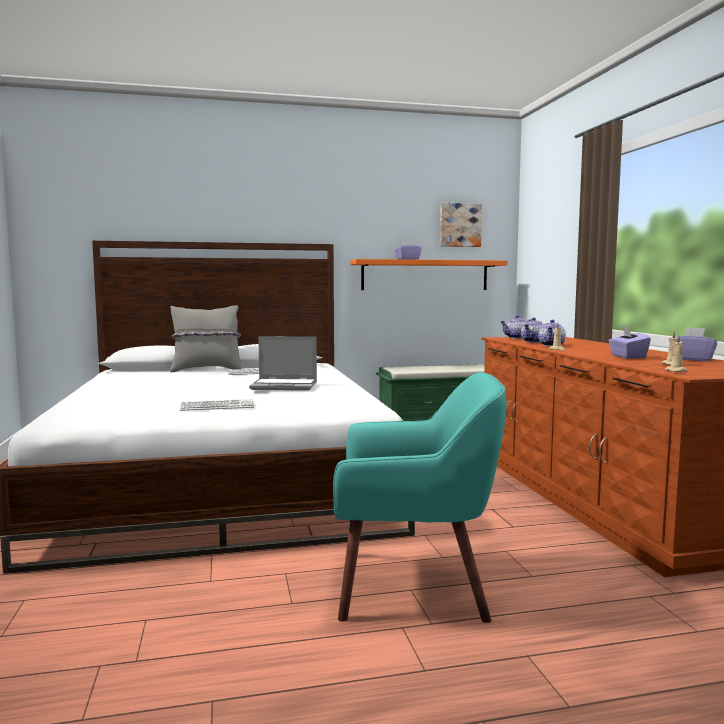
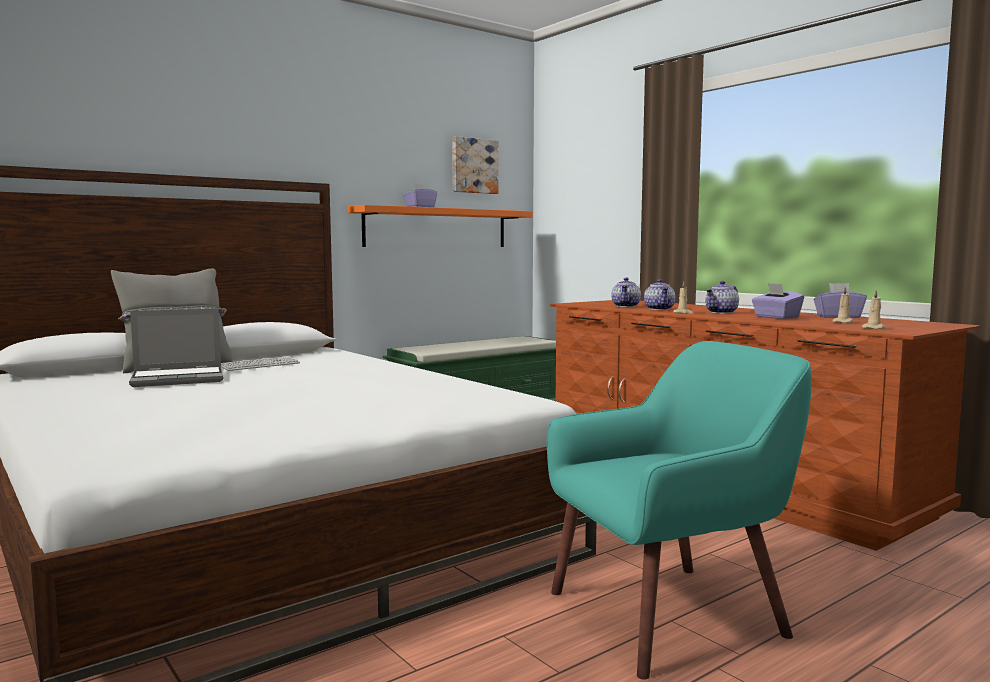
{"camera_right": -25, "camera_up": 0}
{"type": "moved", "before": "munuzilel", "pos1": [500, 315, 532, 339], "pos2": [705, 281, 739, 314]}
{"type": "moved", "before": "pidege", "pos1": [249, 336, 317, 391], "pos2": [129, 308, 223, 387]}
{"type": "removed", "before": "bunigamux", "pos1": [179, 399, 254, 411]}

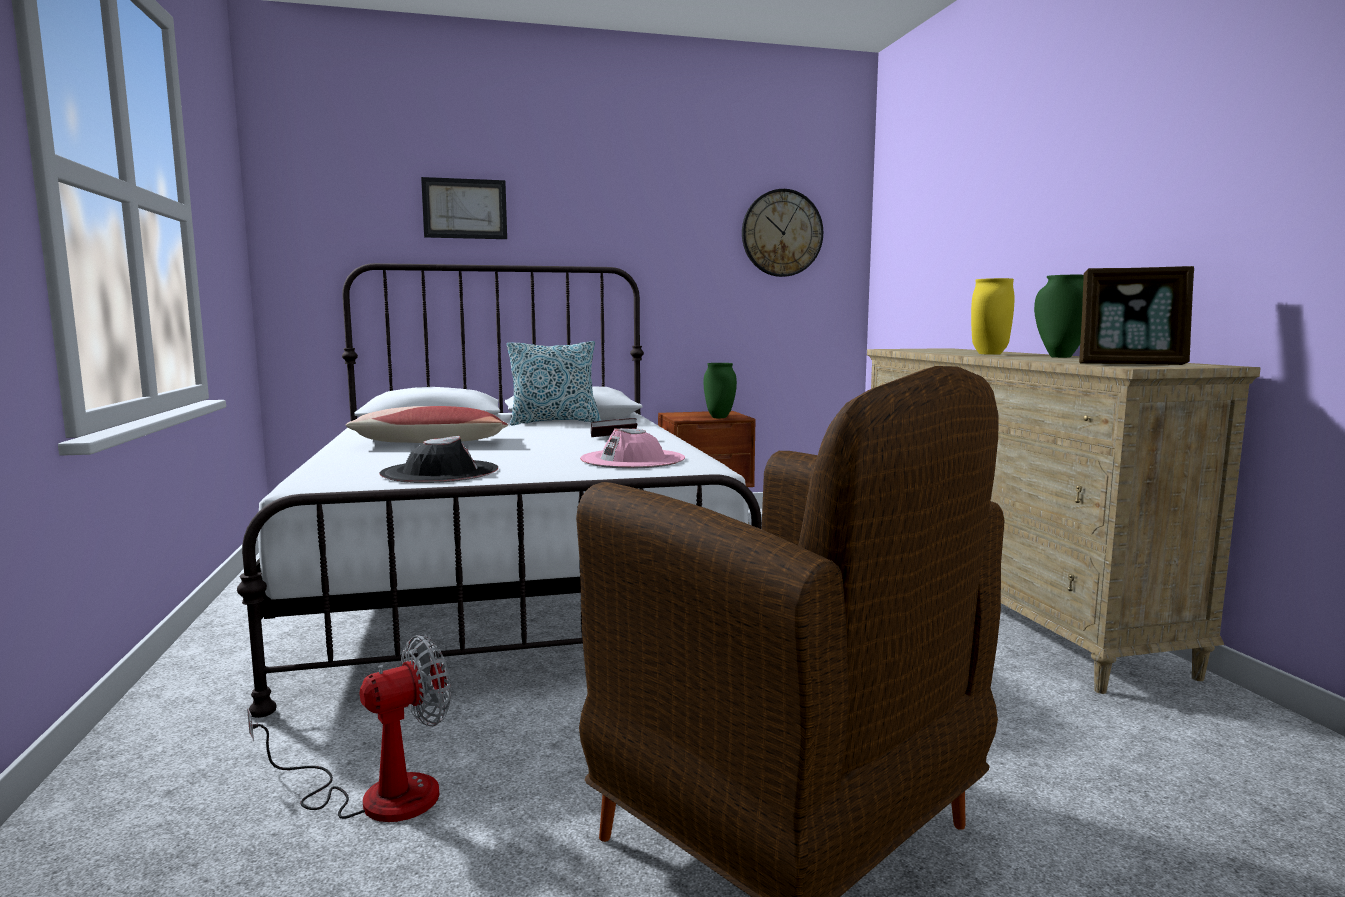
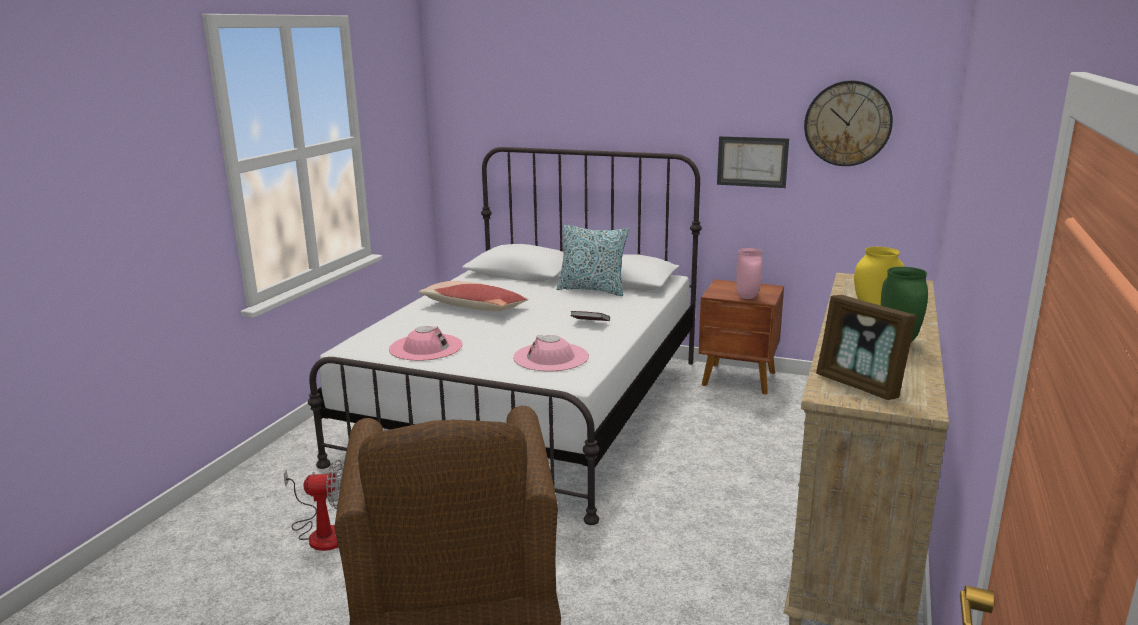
{"camera_right": 35, "camera_up": 10}
{"type": "moved", "before": "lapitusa", "pos1": [421, 177, 507, 239], "pos2": [717, 136, 789, 188]}
{"type": "recoloured", "before": "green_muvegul", "after": "pink_muvegul", "pos1": [704, 363, 737, 418], "pos2": [736, 248, 762, 299]}
{"type": "recoloured", "before": "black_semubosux", "after": "pink_semubosux", "pos1": [379, 436, 498, 483], "pos2": [389, 326, 463, 361]}

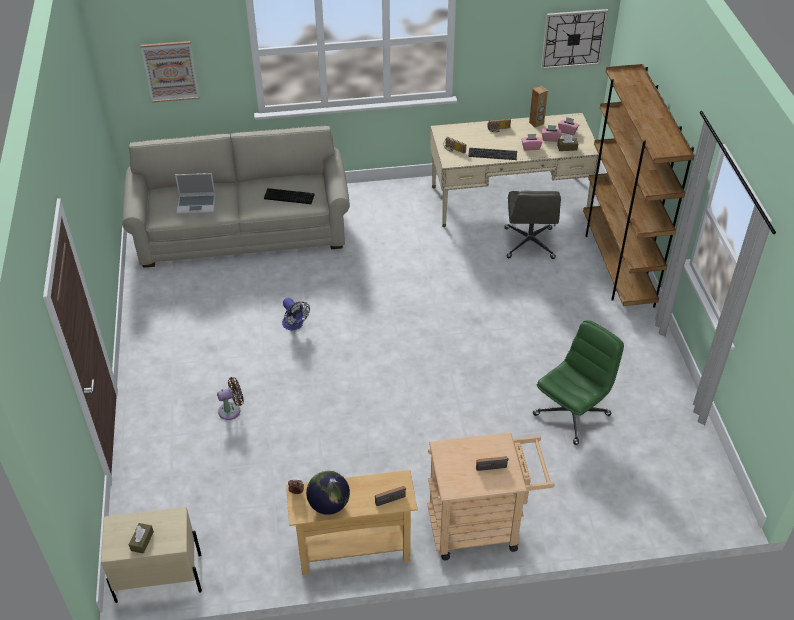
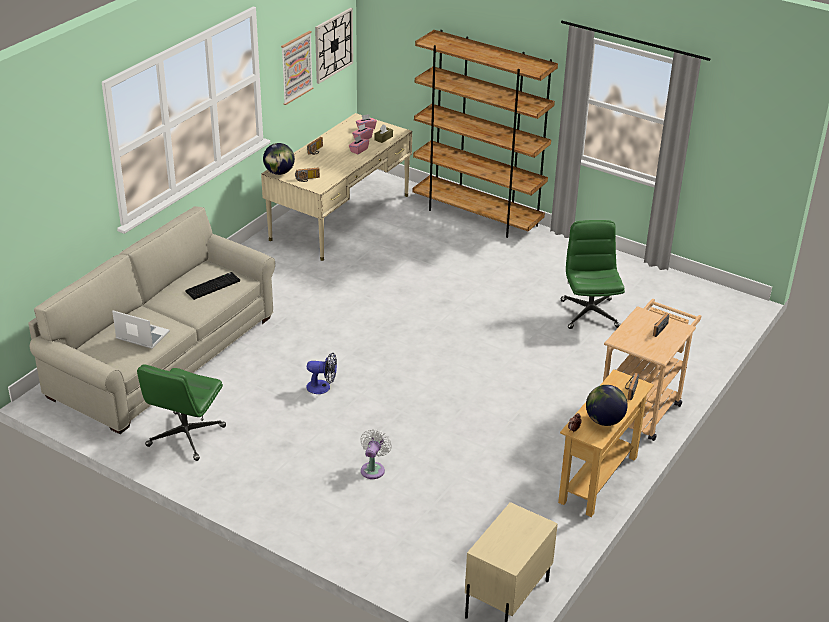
{"camera_right": -50, "camera_up": -10}
{"type": "moved", "before": "lapitusa", "pos1": [141, 41, 199, 102], "pos2": [281, 31, 313, 105]}
{"type": "removed", "before": "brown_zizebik", "pos1": [529, 86, 548, 128]}
{"type": "removed", "before": "bunigamux", "pos1": [468, 148, 517, 160]}
{"type": "turned", "before": "pidege", "pos1": [175, 173, 216, 214], "pos2": [112, 310, 170, 349], "turn": -105}
{"type": "removed", "before": "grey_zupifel", "pos1": [505, 191, 561, 259]}
{"type": "recoloured", "before": "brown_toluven", "after": "white_toluven", "pos1": [217, 377, 244, 420], "pos2": [360, 429, 392, 479]}
{"type": "removed", "before": "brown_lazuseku", "pos1": [129, 523, 154, 554]}
{"type": "added", "after": "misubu", "pos2": [263, 143, 295, 175]}
{"type": "added", "after": "green_zupifel", "pos2": [137, 364, 226, 461]}

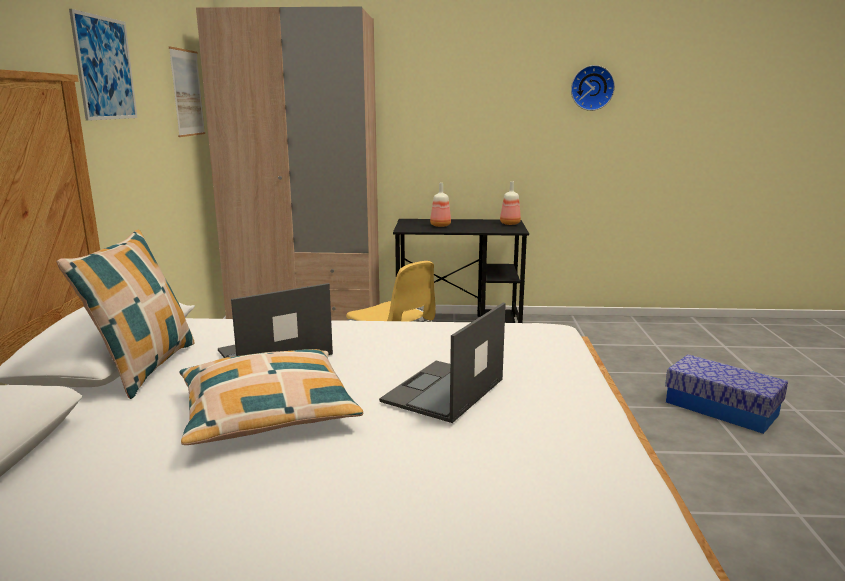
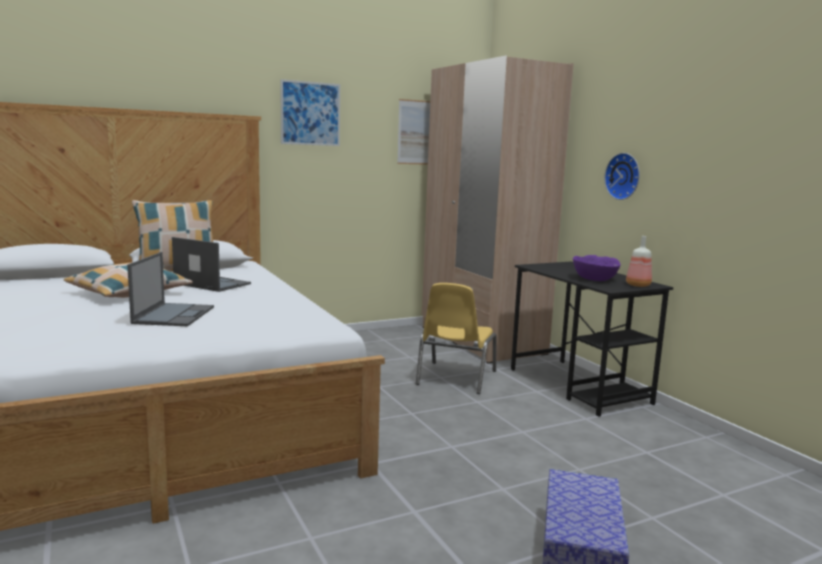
{"camera_right": 60, "camera_up": -5}
{"type": "moved", "before": "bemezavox", "pos1": [571, 65, 615, 111], "pos2": [604, 153, 640, 200]}
{"type": "removed", "before": "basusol", "pos1": [430, 183, 451, 227]}
{"type": "turned", "before": "pidege", "pos1": [379, 303, 506, 423], "pos2": [127, 252, 214, 326], "turn": 90}
{"type": "added", "after": "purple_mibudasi", "pos2": [573, 255, 621, 281]}

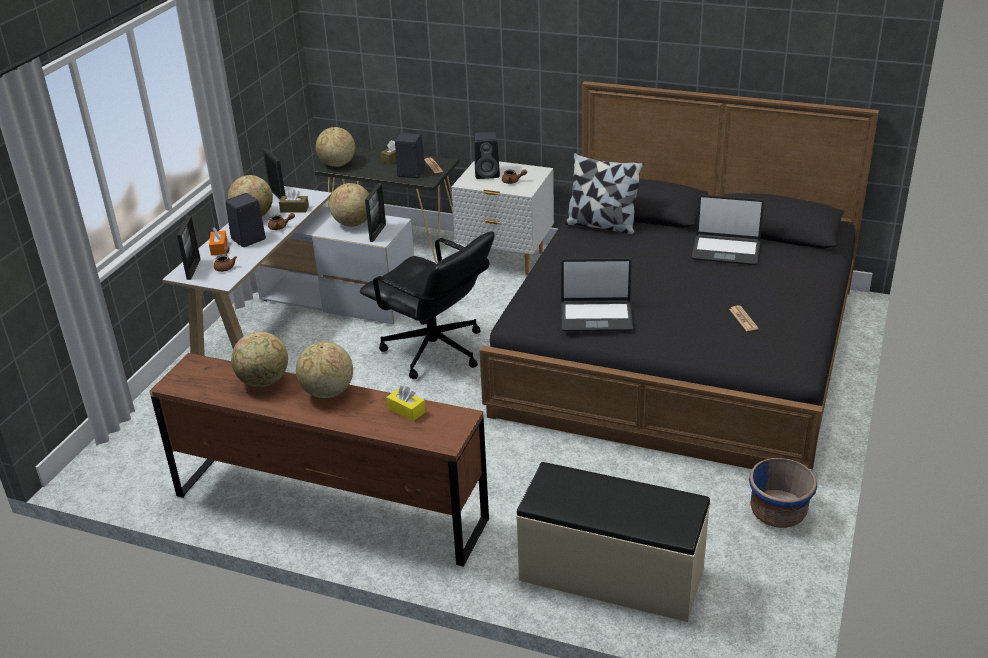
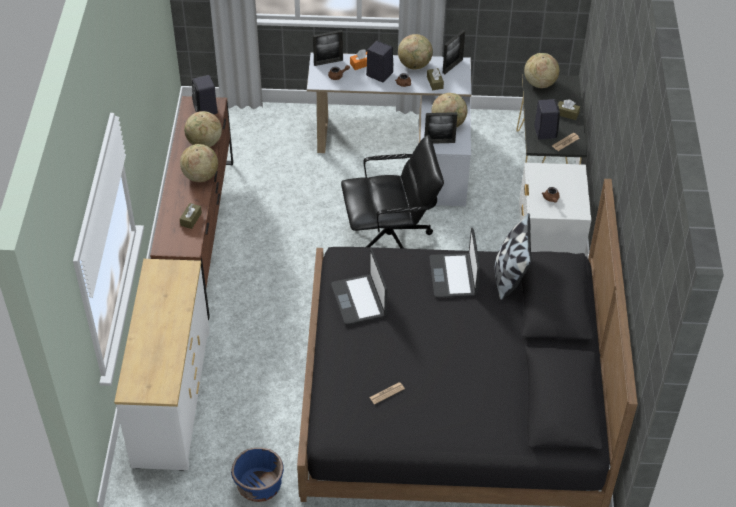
{"camera_right": 70, "camera_up": 15}
{"type": "moved", "before": "black_zizebik", "pos1": [474, 132, 500, 179], "pos2": [192, 75, 218, 114]}
{"type": "moved", "before": "pidege", "pos1": [691, 195, 764, 265], "pos2": [429, 227, 480, 298]}
{"type": "turned", "before": "black_zupifel", "pos1": [360, 231, 495, 379], "pos2": [341, 135, 444, 249], "turn": -120}
{"type": "recoloured", "before": "yellow_lazuseku", "after": "brown_lazuseku", "pos1": [386, 385, 426, 421], "pos2": [180, 203, 202, 229]}
{"type": "replaced", "before": "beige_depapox", "after": "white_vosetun", "pos1": [516, 462, 711, 622], "pos2": [114, 259, 210, 471]}

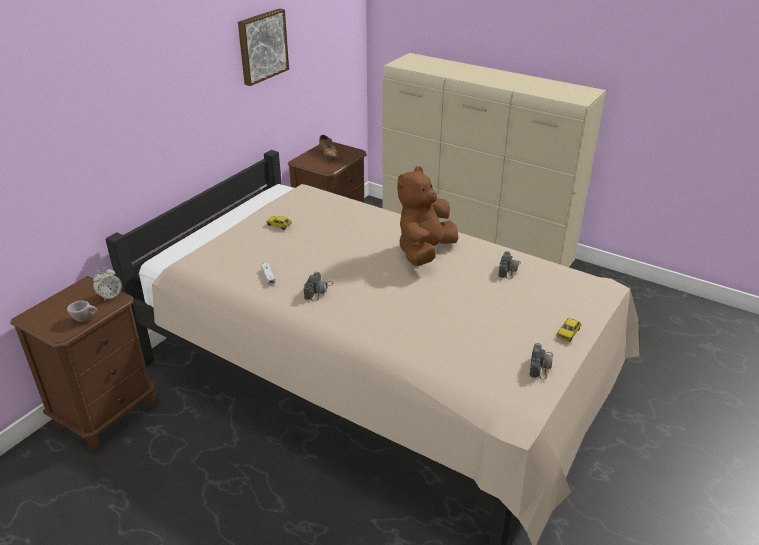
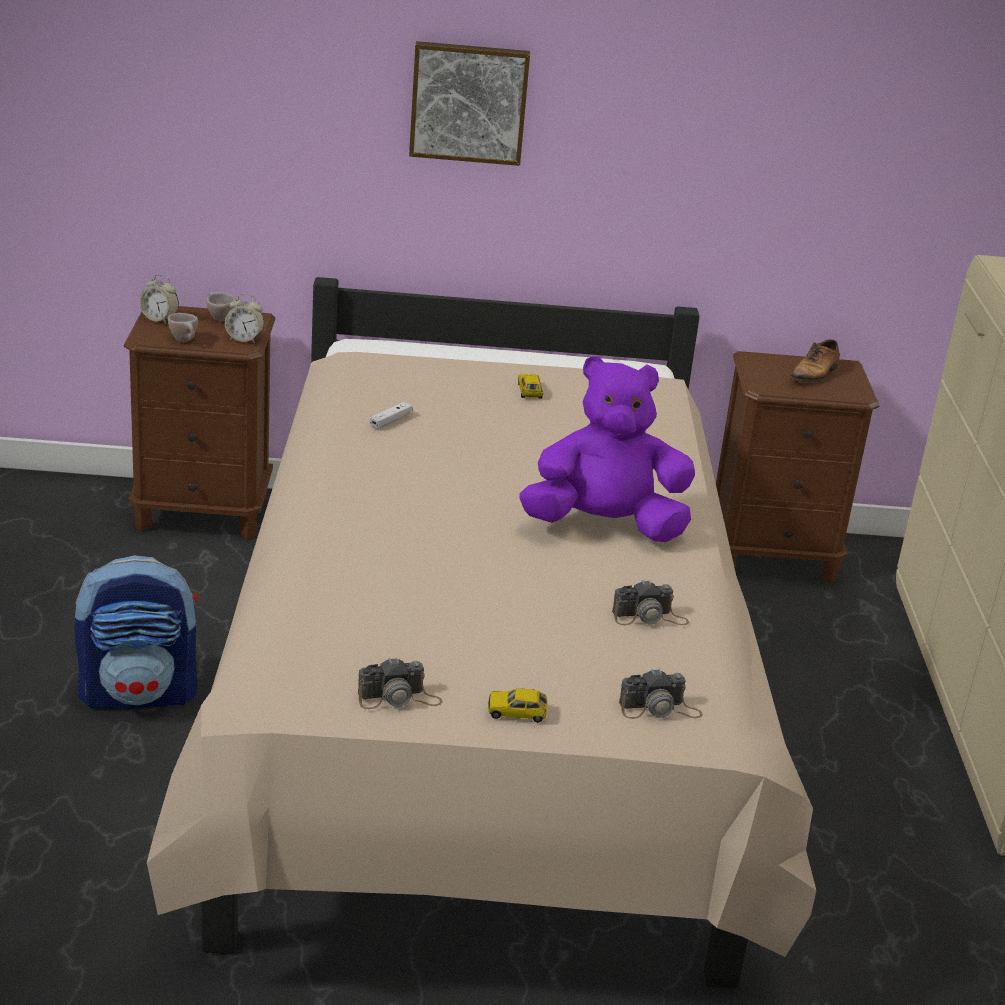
{"camera_right": 55, "camera_up": -5}
{"type": "moved", "before": "lapitusa", "pos1": [238, 8, 289, 86], "pos2": [409, 41, 530, 166]}
{"type": "recoloured", "before": "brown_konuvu", "after": "purple_konuvu", "pos1": [397, 166, 459, 266], "pos2": [519, 356, 695, 542]}
{"type": "moved", "before": "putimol", "pos1": [304, 272, 334, 302], "pos2": [619, 669, 703, 719]}
{"type": "added", "after": "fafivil", "pos2": [140, 274, 179, 324]}
{"type": "added", "after": "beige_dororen", "pos2": [207, 292, 236, 322]}
{"type": "added", "after": "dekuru", "pos2": [74, 555, 199, 709]}

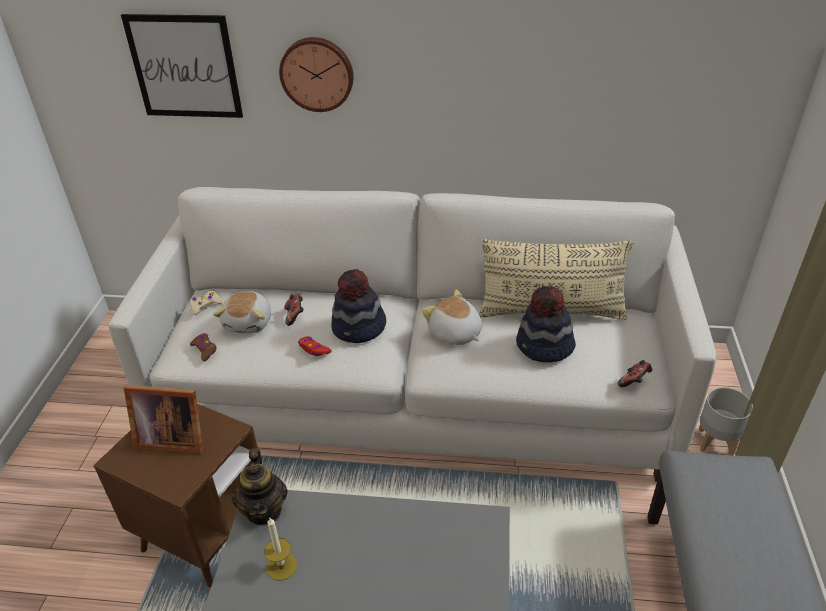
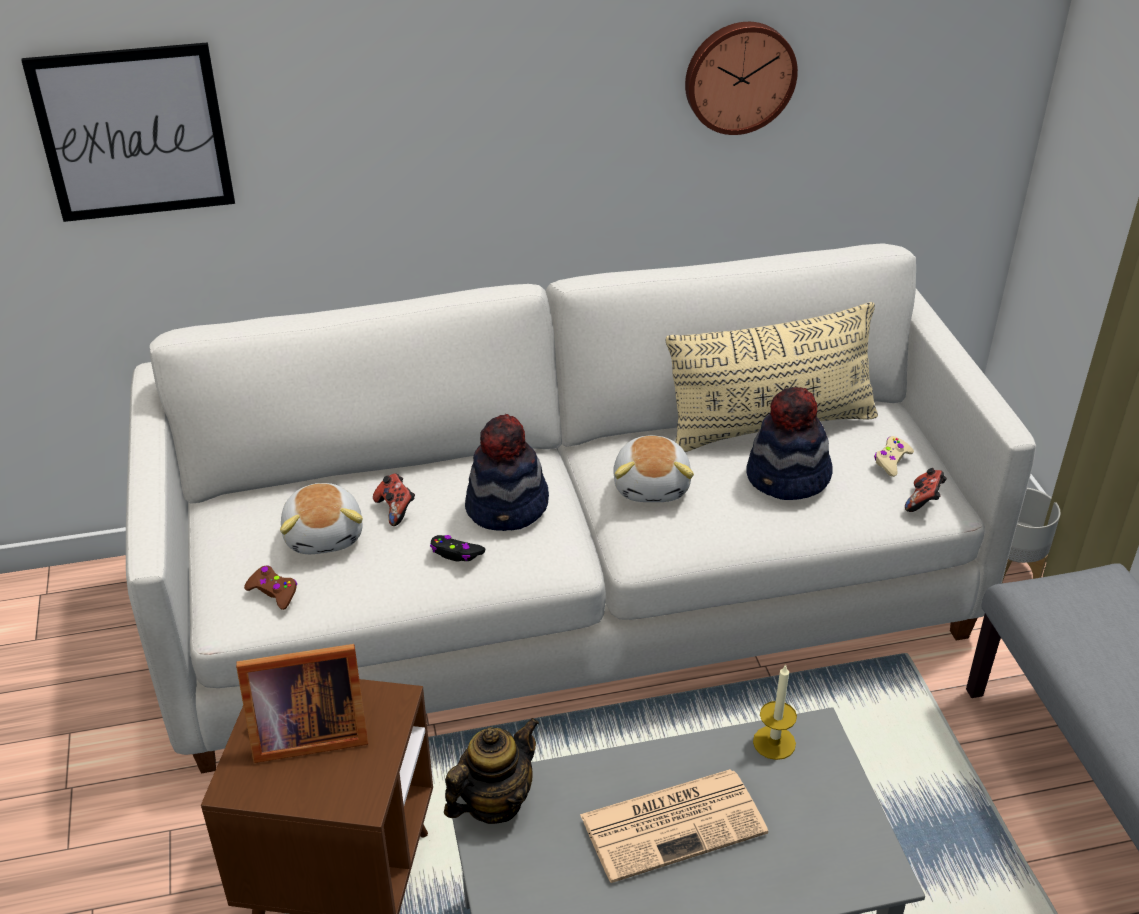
{"camera_right": -20, "camera_up": 0}
{"type": "moved", "before": "bemezavox", "pos1": [279, 37, 353, 112], "pos2": [685, 22, 798, 135]}
{"type": "turned", "before": "konuvu", "pos1": [421, 289, 482, 345], "pos2": [613, 435, 694, 502], "turn": -120}
{"type": "moved", "before": "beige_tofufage", "pos1": [190, 291, 223, 315], "pos2": [874, 436, 914, 477]}
{"type": "recoloured", "before": "red_tofufage", "after": "black_tofufage", "pos1": [298, 336, 332, 356], "pos2": [430, 535, 485, 561]}
{"type": "turned", "before": "munuzilel", "pos1": [231, 448, 288, 525], "pos2": [444, 718, 539, 824], "turn": -105}
{"type": "moved", "before": "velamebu", "pos1": [264, 518, 297, 581], "pos2": [753, 665, 797, 760]}
{"type": "added", "after": "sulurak", "pos2": [580, 769, 768, 883]}

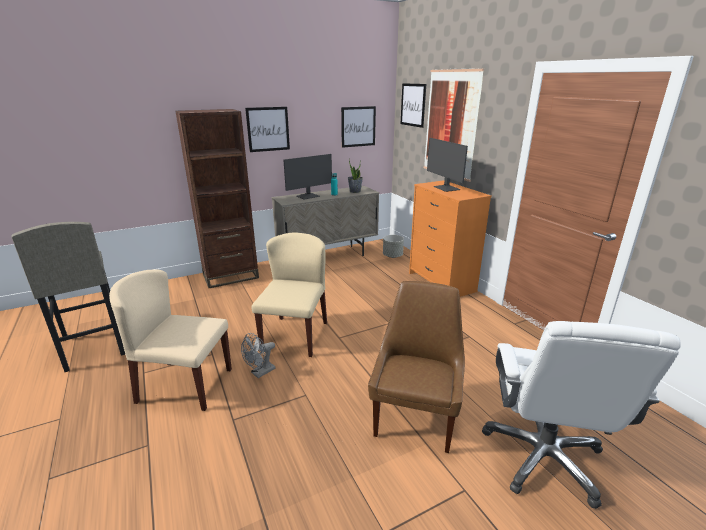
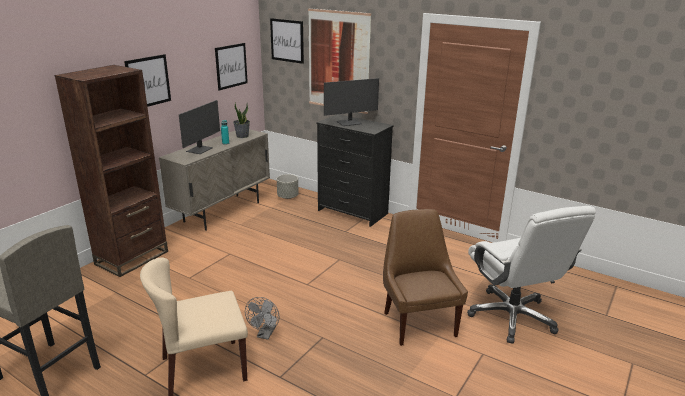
{"camera_right": -30, "camera_up": 0}
{"type": "turned", "before": "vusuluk", "pos1": [427, 138, 468, 192], "pos2": [324, 78, 379, 126], "turn": -60}
{"type": "recoloured", "before": "orange_vosetun", "after": "black_vosetun", "pos1": [409, 180, 492, 297], "pos2": [317, 114, 393, 227]}
{"type": "removed", "before": "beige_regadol", "pos1": [251, 233, 327, 357]}

